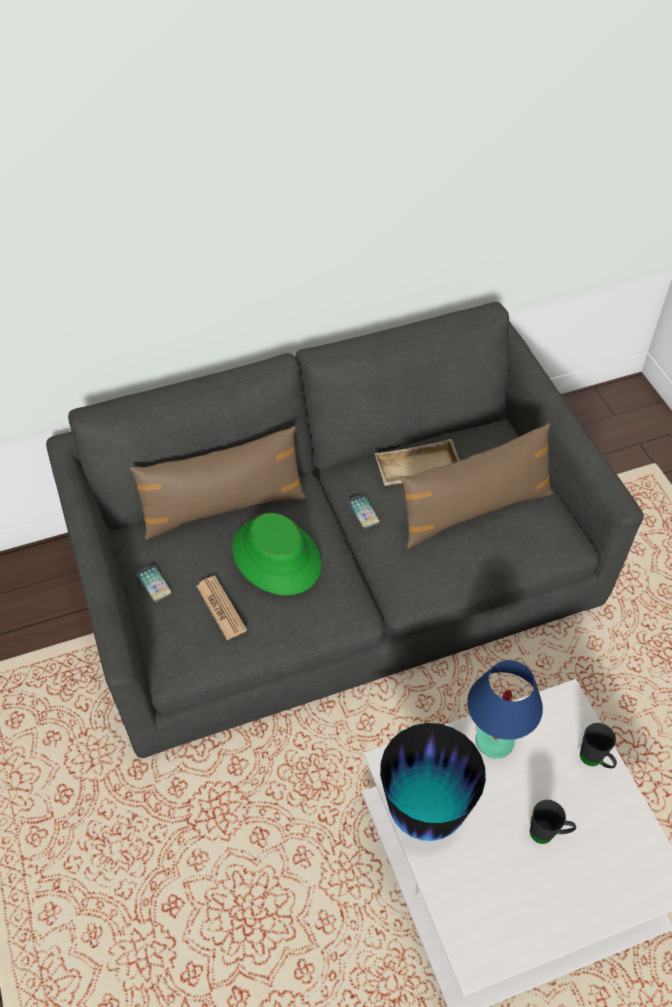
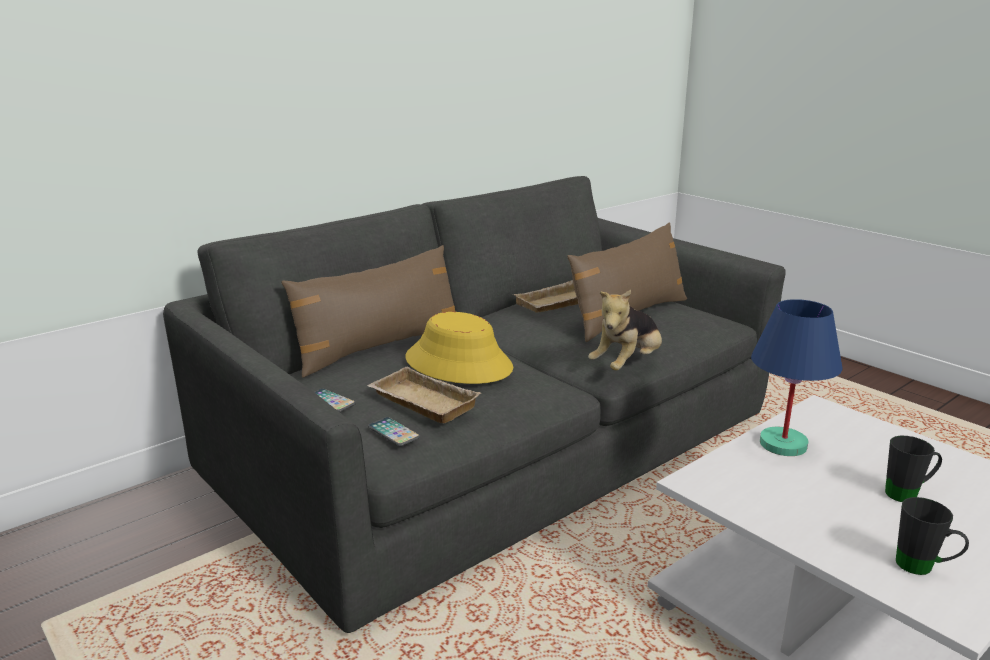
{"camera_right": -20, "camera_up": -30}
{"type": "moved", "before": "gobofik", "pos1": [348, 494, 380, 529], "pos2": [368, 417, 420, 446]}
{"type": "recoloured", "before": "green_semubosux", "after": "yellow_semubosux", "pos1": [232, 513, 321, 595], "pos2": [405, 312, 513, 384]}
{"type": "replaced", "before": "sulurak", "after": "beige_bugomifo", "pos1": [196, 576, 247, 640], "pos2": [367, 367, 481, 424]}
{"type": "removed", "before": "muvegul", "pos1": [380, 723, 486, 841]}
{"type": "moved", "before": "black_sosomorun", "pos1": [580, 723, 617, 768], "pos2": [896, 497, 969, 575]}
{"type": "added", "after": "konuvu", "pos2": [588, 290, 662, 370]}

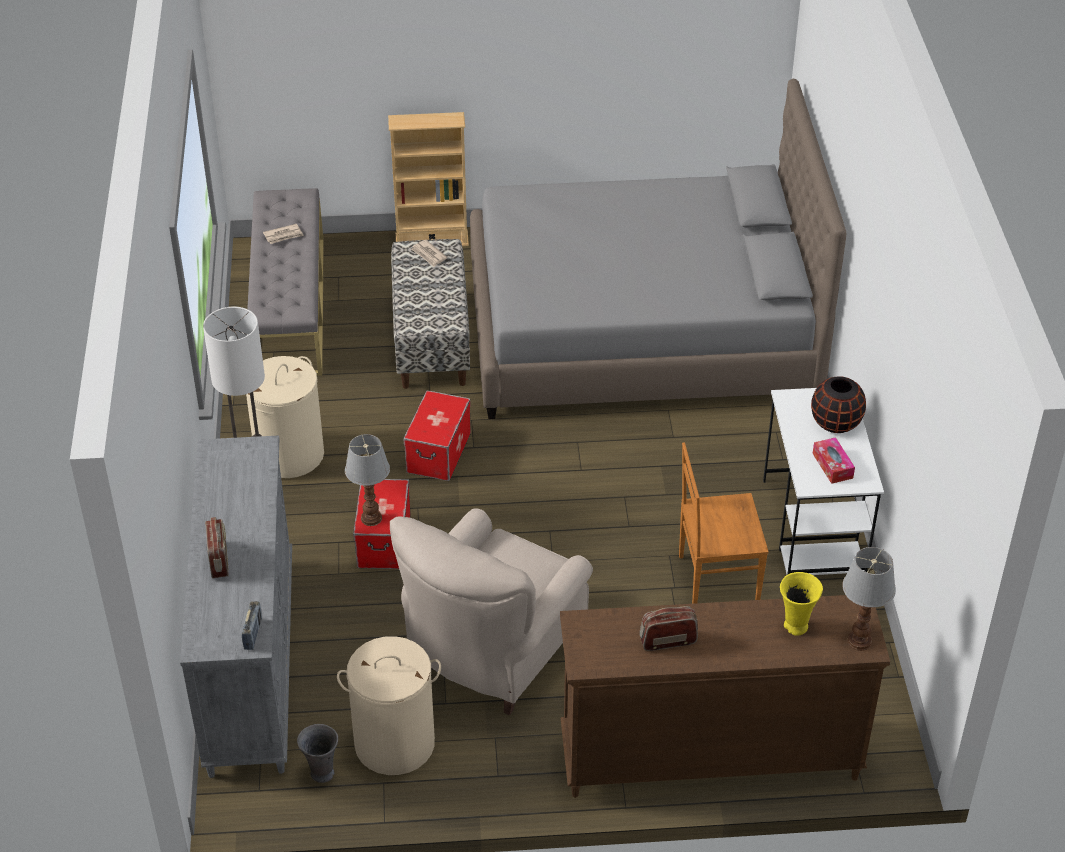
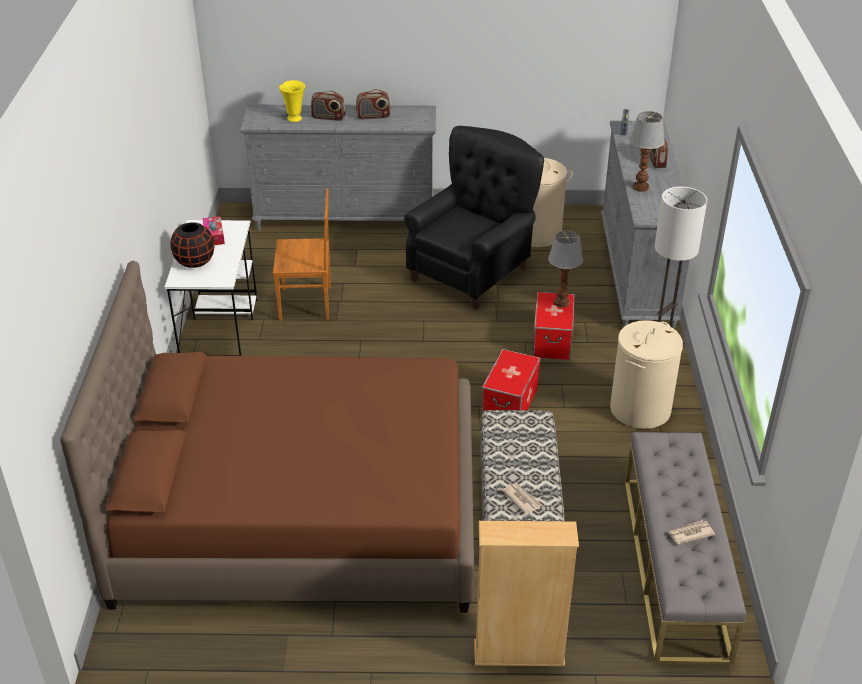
{"camera_right": -175, "camera_up": -5}
{"type": "recoloured", "before": "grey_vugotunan", "after": "brown_vugotunan", "pos1": [470, 79, 846, 419], "pos2": [60, 260, 474, 613]}
{"type": "recoloured", "before": "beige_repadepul", "after": "black_repadepul", "pos1": [390, 508, 593, 715], "pos2": [404, 126, 544, 310]}
{"type": "moved", "before": "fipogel", "pos1": [842, 547, 896, 651], "pos2": [630, 111, 665, 192]}
{"type": "recoloured", "before": "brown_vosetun", "after": "grey_vosetun", "pos1": [560, 595, 890, 798], "pos2": [240, 105, 436, 231]}
{"type": "removed", "before": "grey_muvegul", "pos1": [297, 724, 338, 783]}
{"type": "added", "after": "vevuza", "pos2": [311, 91, 346, 121]}

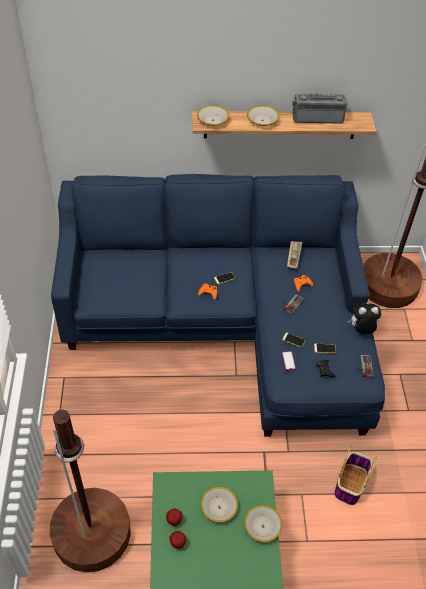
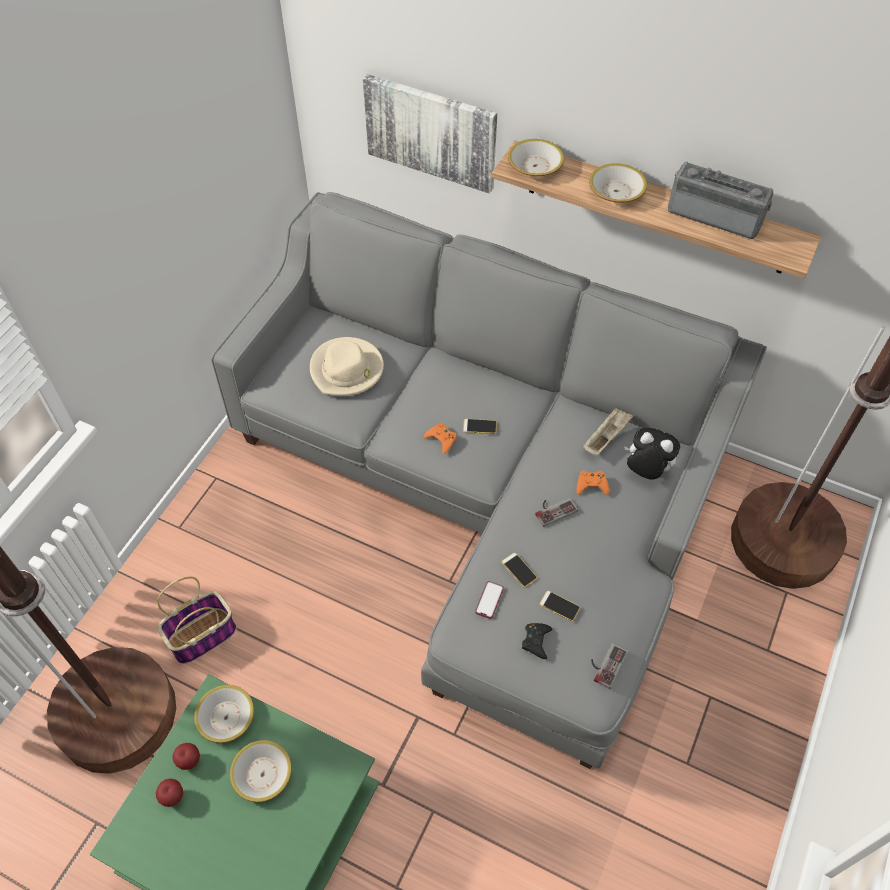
{"camera_right": 30, "camera_up": 5}
{"type": "recoloured", "before": "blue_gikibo", "after": "grey_gikibo", "pos1": [51, 174, 385, 437], "pos2": [211, 192, 767, 769]}
{"type": "moved", "before": "konuvu", "pos1": [348, 304, 381, 334], "pos2": [624, 428, 680, 480]}
{"type": "moved", "before": "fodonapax", "pos1": [335, 445, 377, 505], "pos2": [157, 576, 237, 664]}
{"type": "moved", "before": "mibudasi", "pos1": [244, 505, 282, 543], "pos2": [194, 685, 254, 743]}
{"type": "added", "after": "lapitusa", "pos2": [362, 74, 497, 193]}
{"type": "added", "after": "beige_semubosux", "pos2": [310, 337, 384, 396]}

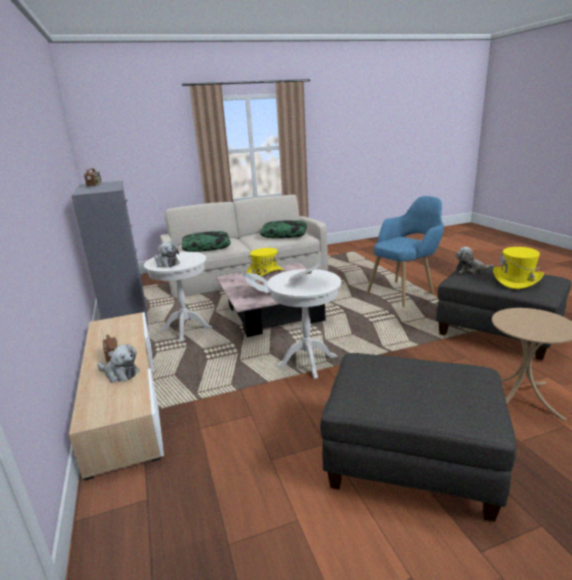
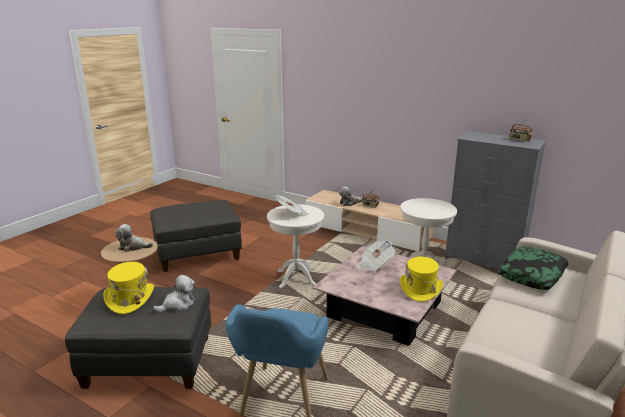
{"camera_right": 140, "camera_up": 0}
{"type": "removed", "before": "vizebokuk", "pos1": [260, 220, 307, 238]}
{"type": "moved", "before": "konuvu", "pos1": [154, 241, 180, 268], "pos2": [116, 224, 153, 252]}

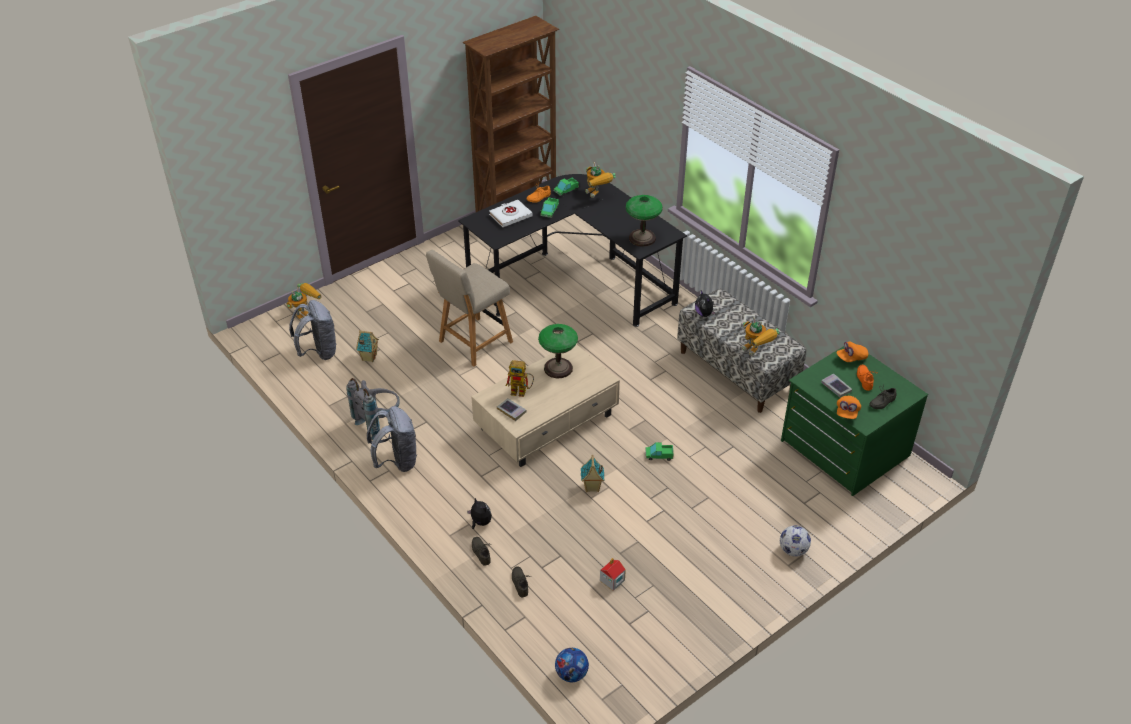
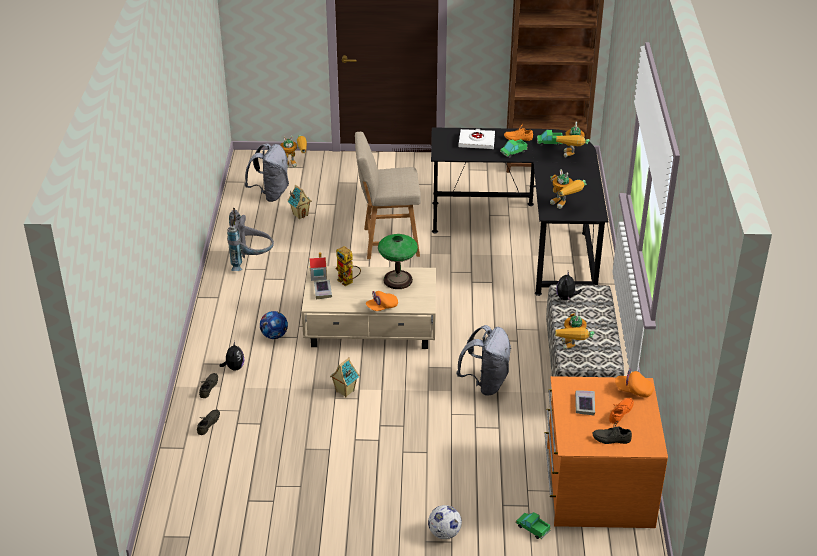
{"camera_right": 40, "camera_up": -5}
{"type": "replaced", "before": "fipogel", "after": "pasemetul", "pos1": [626, 195, 663, 247], "pos2": [550, 169, 586, 209]}
{"type": "recoloured", "before": "green_vosetun", "after": "orange_vosetun", "pos1": [781, 346, 928, 496], "pos2": [544, 376, 668, 528]}
{"type": "moved", "before": "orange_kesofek", "pos1": [837, 396, 861, 419], "pos2": [366, 291, 398, 311]}
{"type": "moved", "before": "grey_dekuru", "pos1": [367, 406, 417, 472], "pos2": [456, 325, 511, 396]}
{"type": "moved", "before": "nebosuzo", "pos1": [645, 442, 674, 461], "pos2": [516, 512, 551, 539]}
{"type": "moved", "before": "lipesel", "pos1": [600, 558, 626, 591], "pos2": [309, 252, 327, 281]}
{"type": "moved", "before": "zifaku", "pos1": [555, 648, 589, 682], "pos2": [260, 311, 288, 339]}

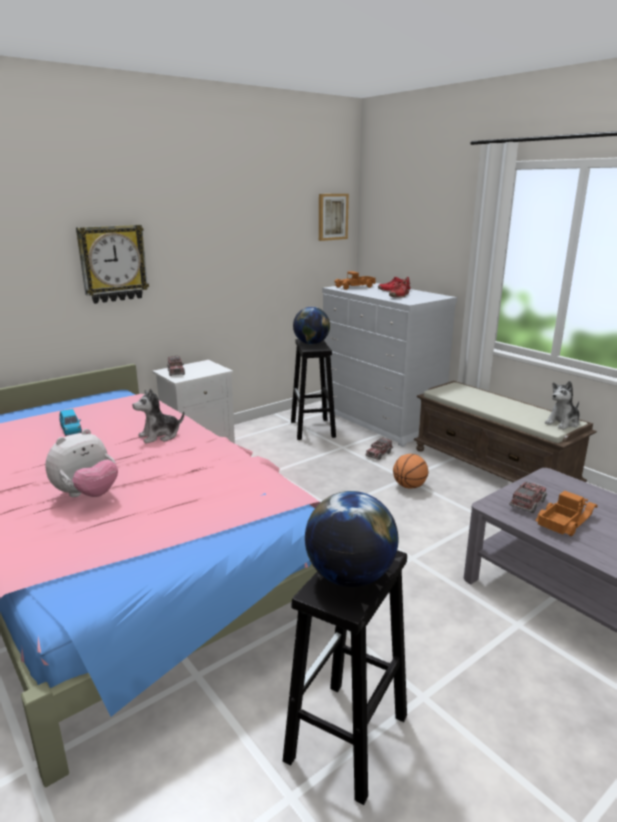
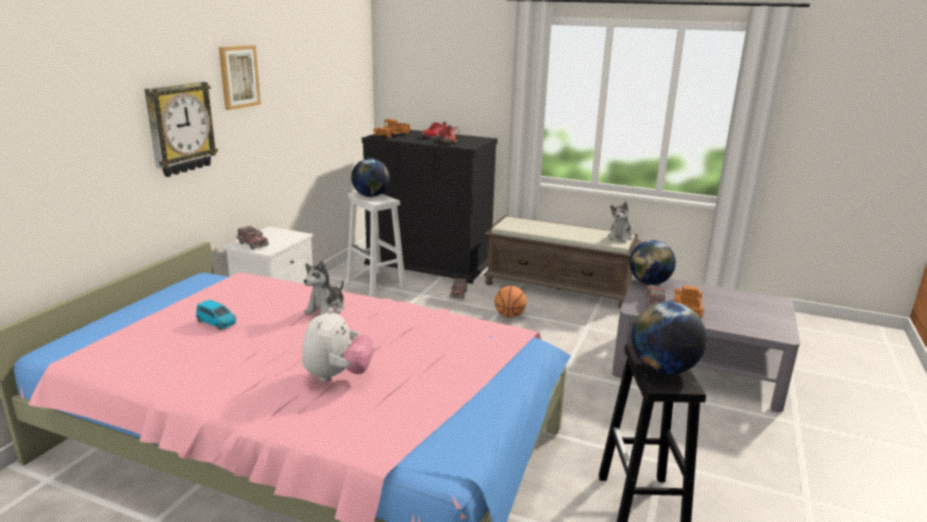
{"camera_right": -30, "camera_up": 0}
{"type": "moved", "before": "lapitusa", "pos1": [319, 194, 349, 241], "pos2": [219, 45, 261, 110]}
{"type": "recoloured", "before": "white_vosetun", "after": "black_vosetun", "pos1": [320, 283, 457, 447], "pos2": [362, 130, 498, 284]}
{"type": "recoloured", "before": "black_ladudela", "after": "white_ladudela", "pos1": [291, 339, 336, 440], "pos2": [347, 192, 406, 296]}
{"type": "added", "after": "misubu", "pos2": [629, 240, 676, 285]}

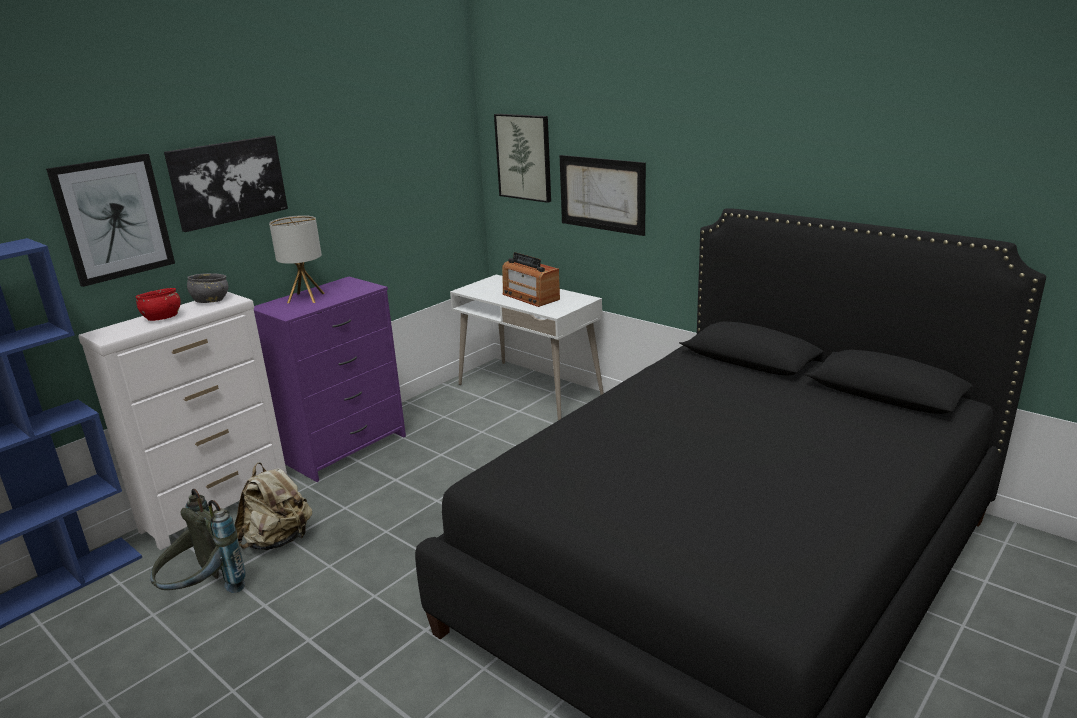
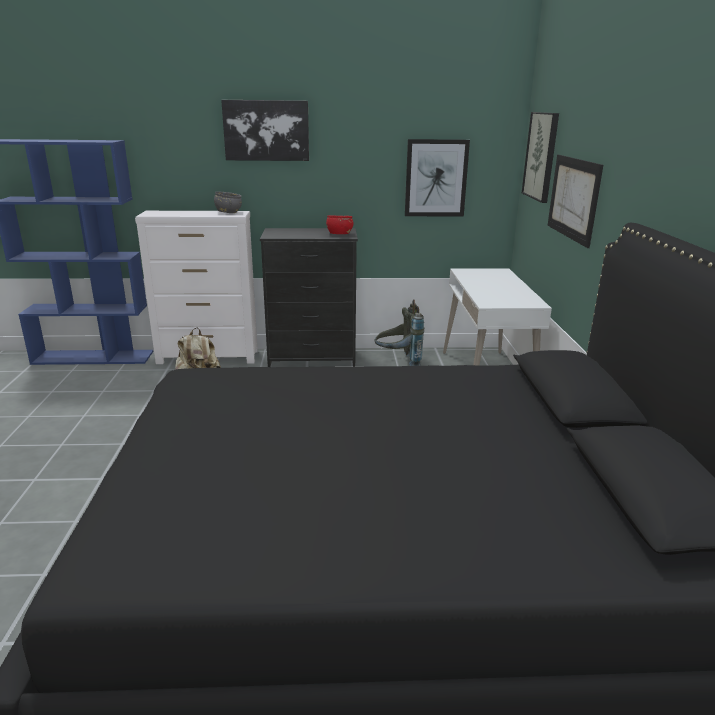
{"camera_right": 45, "camera_up": 0}
{"type": "moved", "before": "lapitusa", "pos1": [46, 154, 175, 287], "pos2": [405, 139, 470, 216]}
{"type": "removed", "before": "fipogel", "pos1": [269, 215, 325, 303]}
{"type": "removed", "before": "vevuza", "pos1": [502, 252, 560, 307]}
{"type": "recoloured", "before": "purple_vosetun", "after": "black_vosetun", "pos1": [254, 277, 406, 482], "pos2": [260, 228, 358, 367]}
{"type": "moved", "before": "red_mibudasi", "pos1": [136, 288, 181, 321], "pos2": [326, 215, 354, 234]}
{"type": "moved", "before": "grey_dekuru", "pos1": [150, 489, 246, 593], "pos2": [374, 299, 424, 366]}

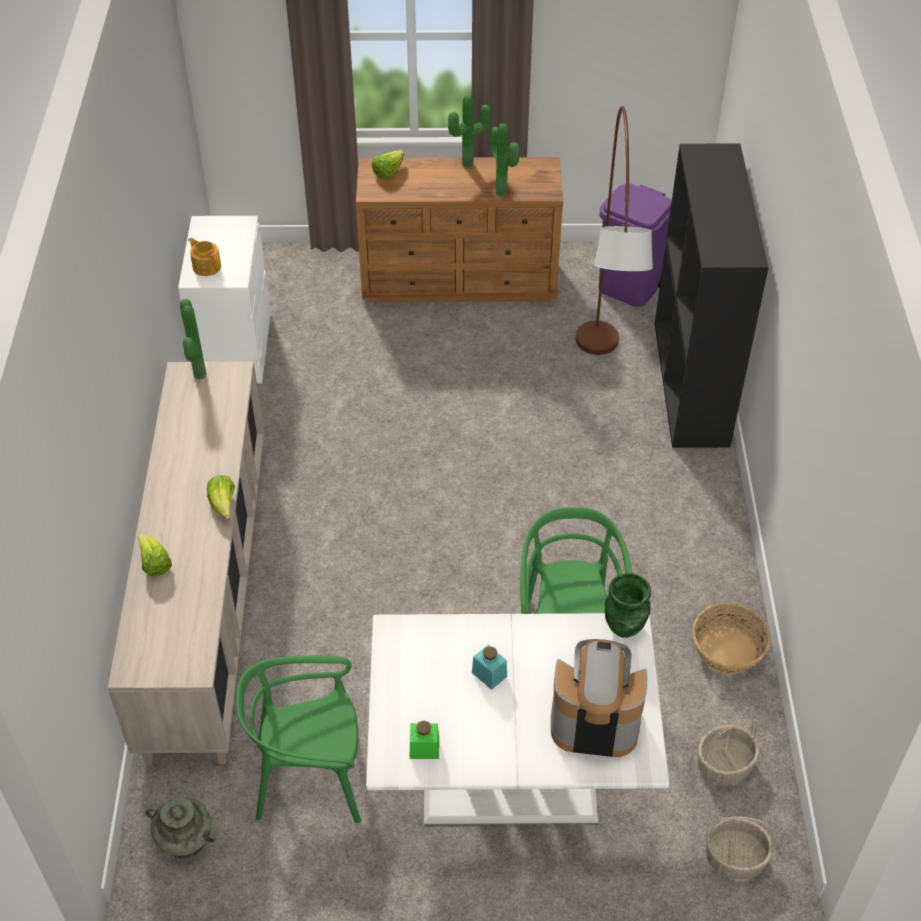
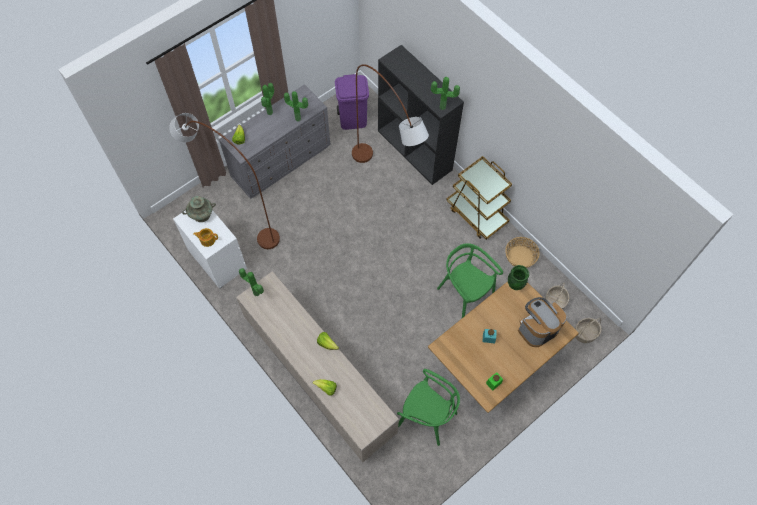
{"camera_right": -40, "camera_up": 15}
{"type": "recoloured", "before": "brown_vosetun", "after": "grey_vosetun", "pos1": [356, 157, 563, 302], "pos2": [219, 84, 331, 199]}
{"type": "recoloured", "before": "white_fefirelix", "after": "brown_fefirelix", "pos1": [366, 613, 670, 824], "pos2": [428, 281, 579, 413]}
{"type": "turned", "before": "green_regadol", "pos1": [236, 656, 361, 823], "pos2": [397, 369, 460, 446], "turn": -105}
{"type": "moved", "before": "turquoise_muvegul", "pos1": [145, 797, 217, 859], "pos2": [182, 196, 216, 222]}
{"type": "added", "after": "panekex", "pos2": [431, 77, 460, 110]}
{"type": "added", "after": "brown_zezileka", "pos2": [169, 113, 280, 249]}
{"type": "added", "after": "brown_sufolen", "pos2": [446, 156, 512, 240]}

